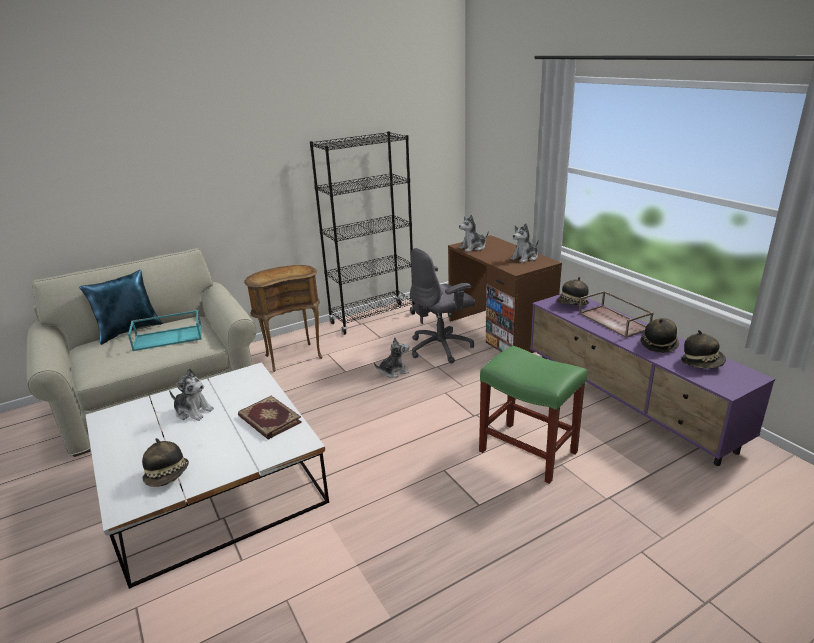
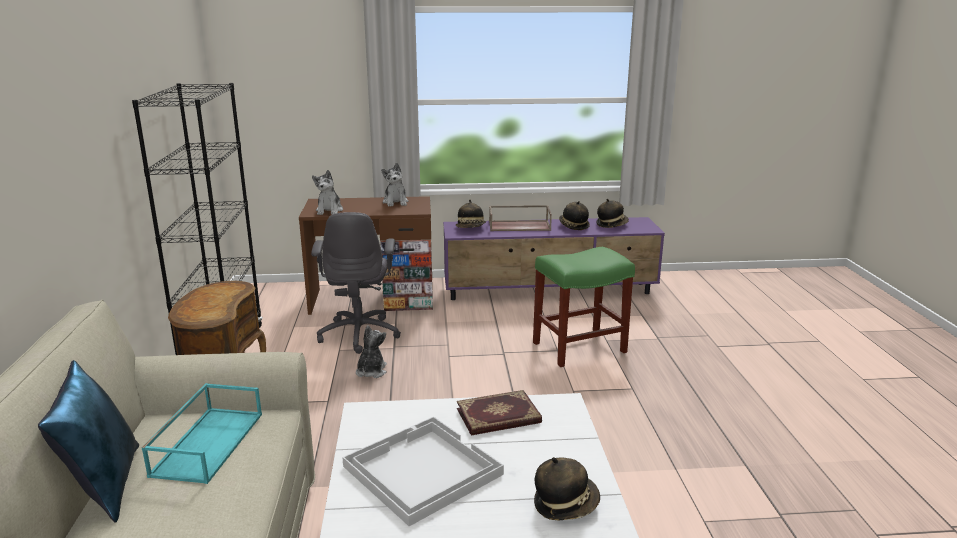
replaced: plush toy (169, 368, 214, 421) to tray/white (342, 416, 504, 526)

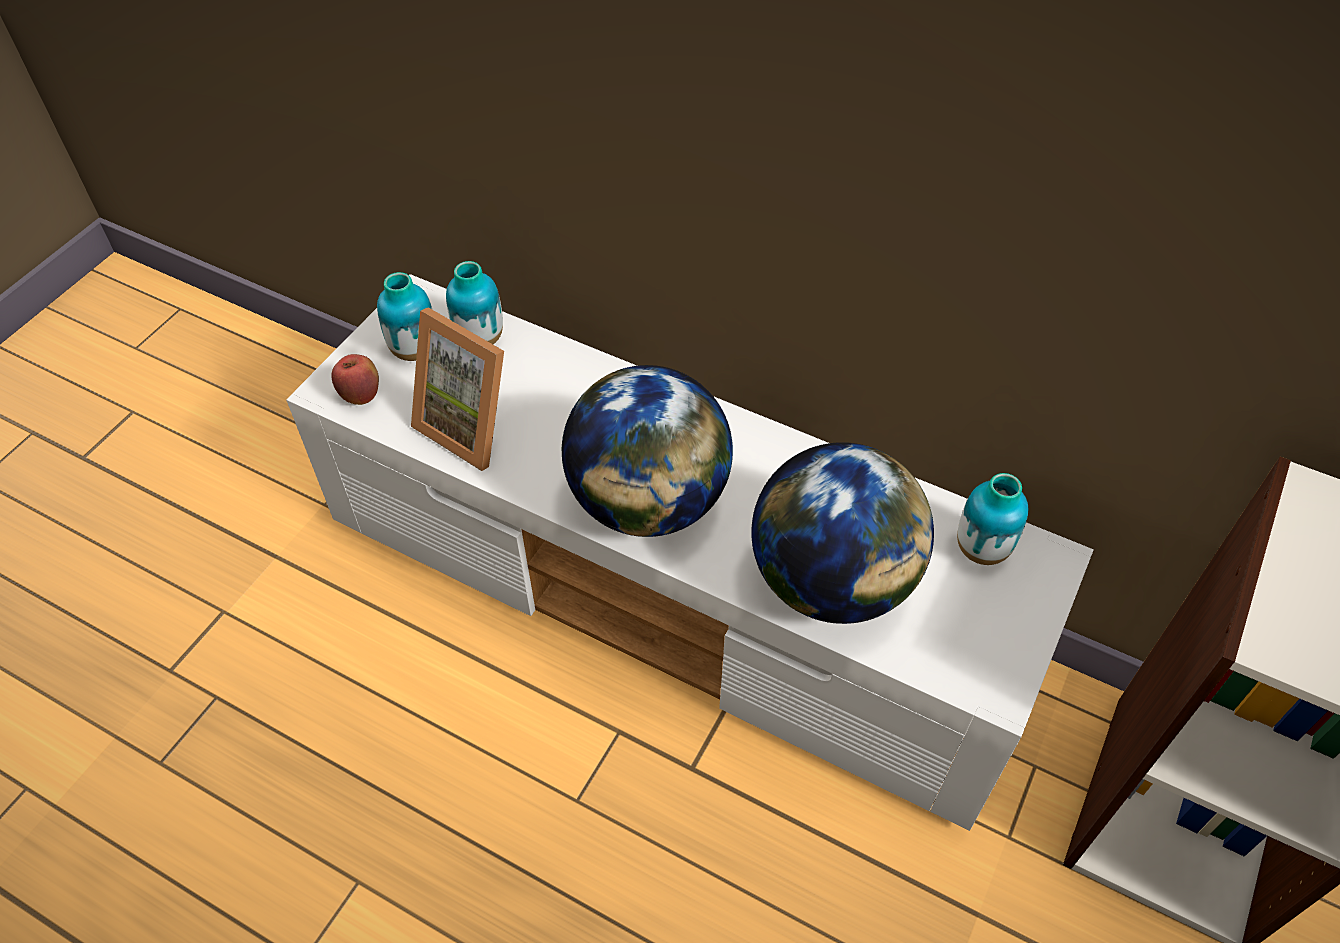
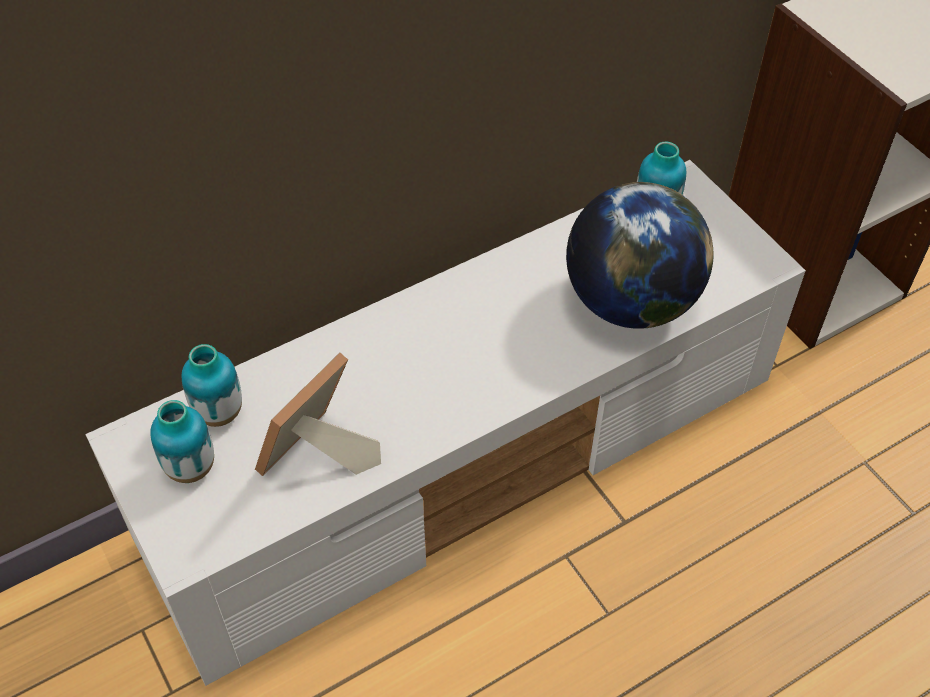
removed: apple (331, 354, 379, 405); globe (562, 365, 733, 537)
turned: picture frame (411, 307, 504, 471) = (255, 353, 381, 476) 150 degrees clockwise

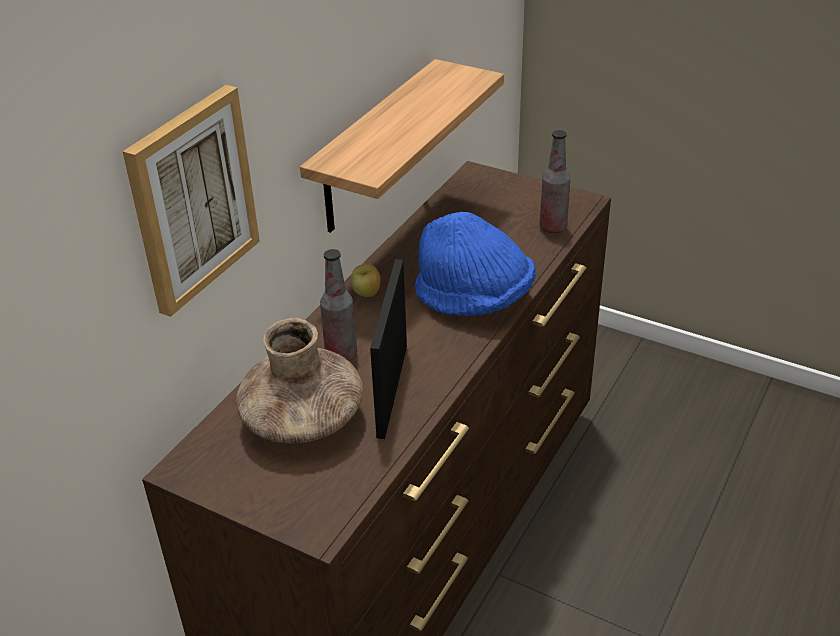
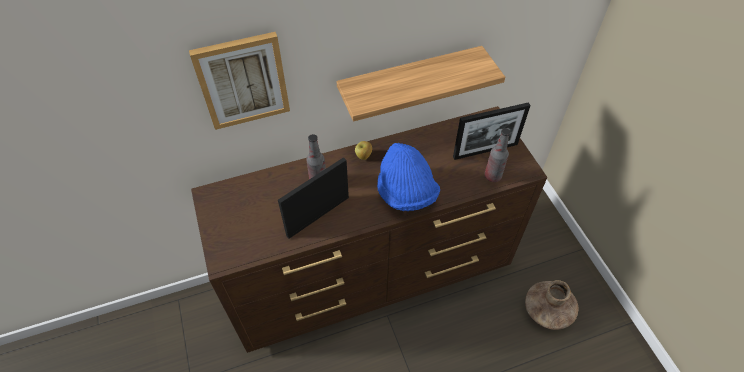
added: picture frame (453, 102, 530, 160)
moved: vase/brown (237, 318, 363, 443) to (525, 280, 579, 330)

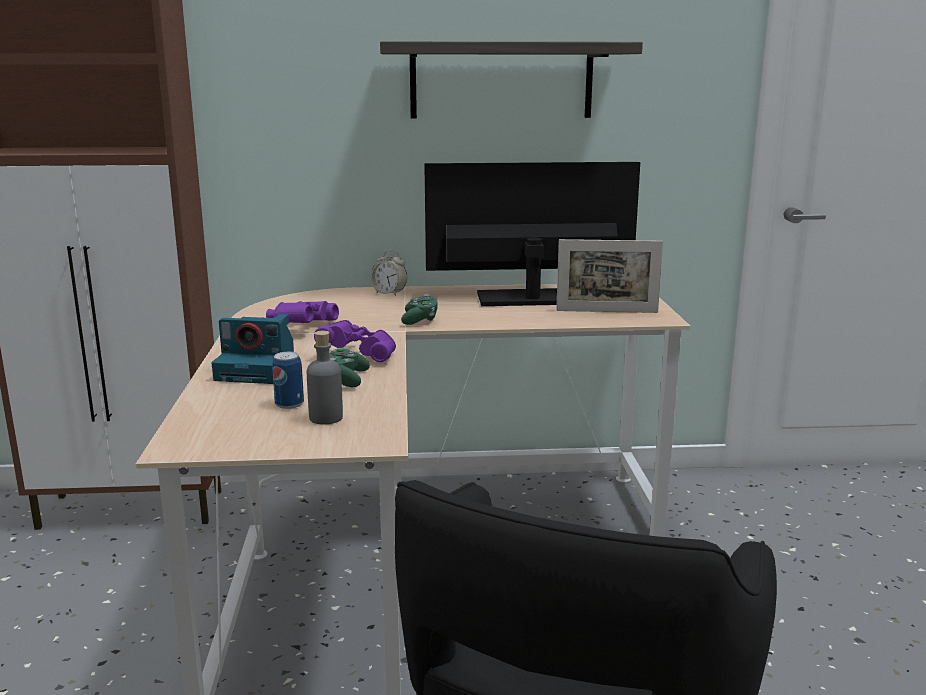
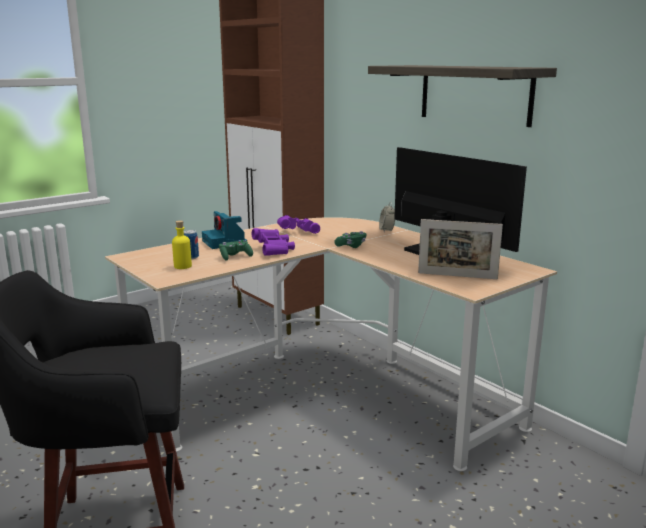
recoloured: bottle/grey (307, 331, 343, 424) to bottle/yellow (172, 220, 192, 269)
turned: picture frame (556, 239, 663, 313) = (418, 219, 503, 279) 45 degrees counterclockwise

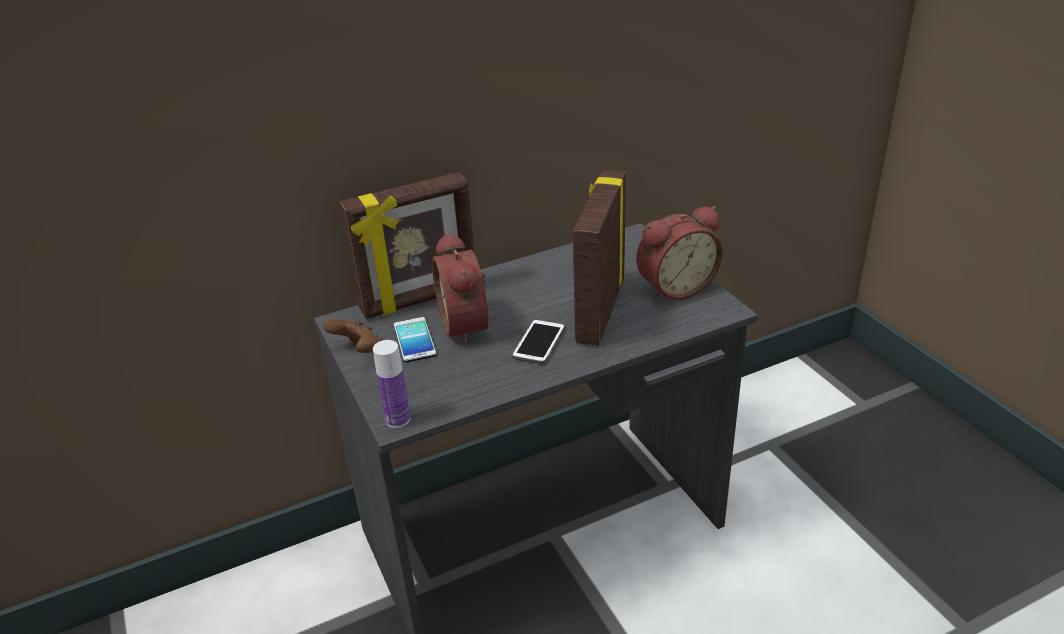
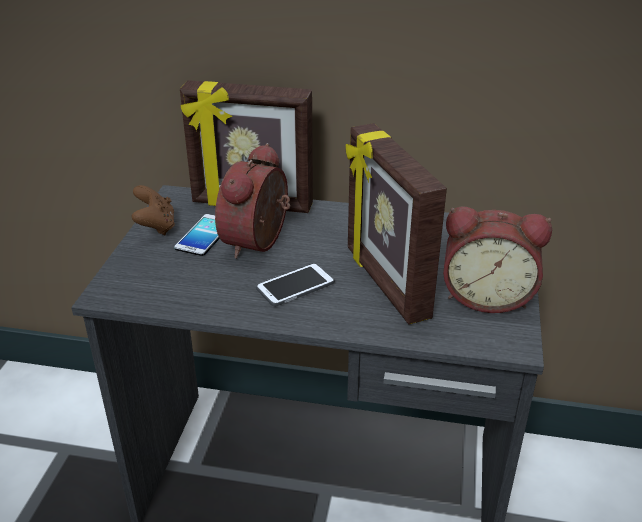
removed: bottle (373, 340, 411, 428)
turned: picture frame (573, 170, 626, 346) = (346, 123, 447, 325) 75 degrees counterclockwise

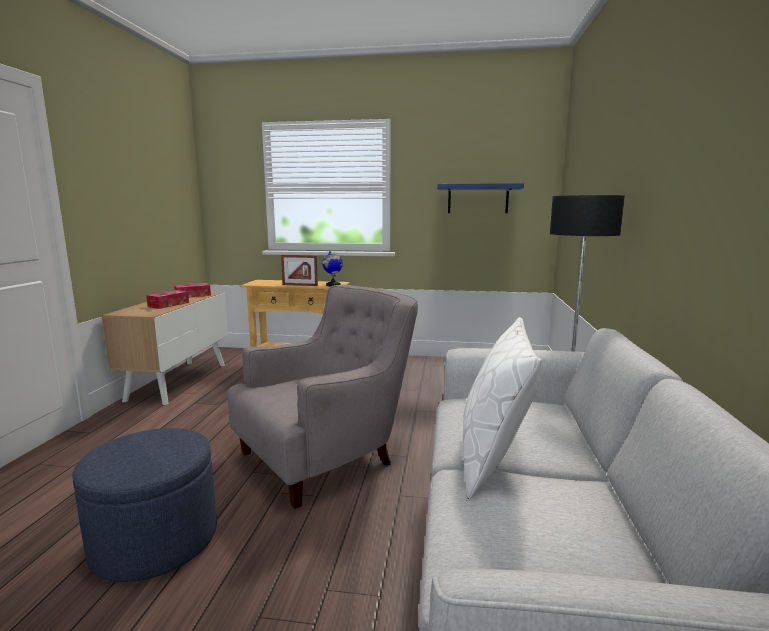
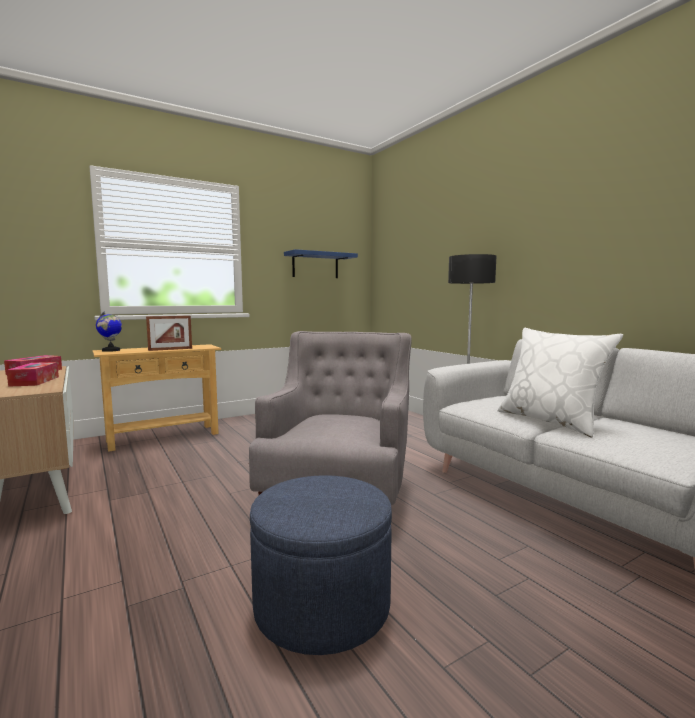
moved: globe (322, 250, 343, 286) to (96, 311, 122, 352)

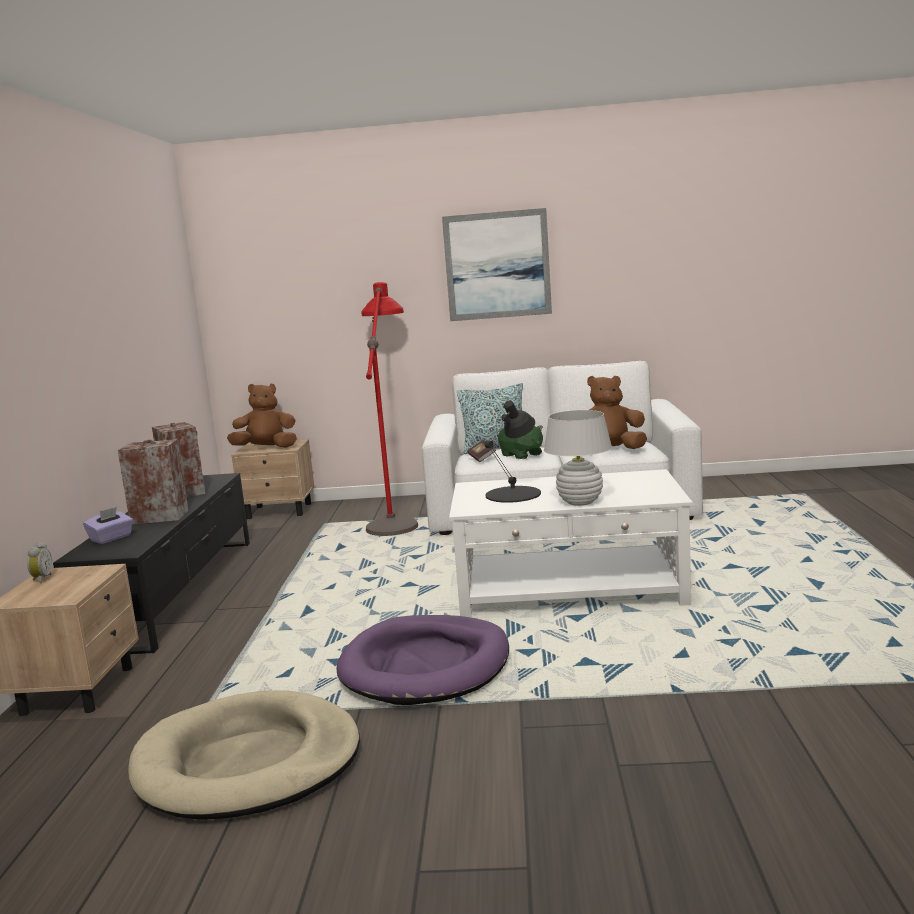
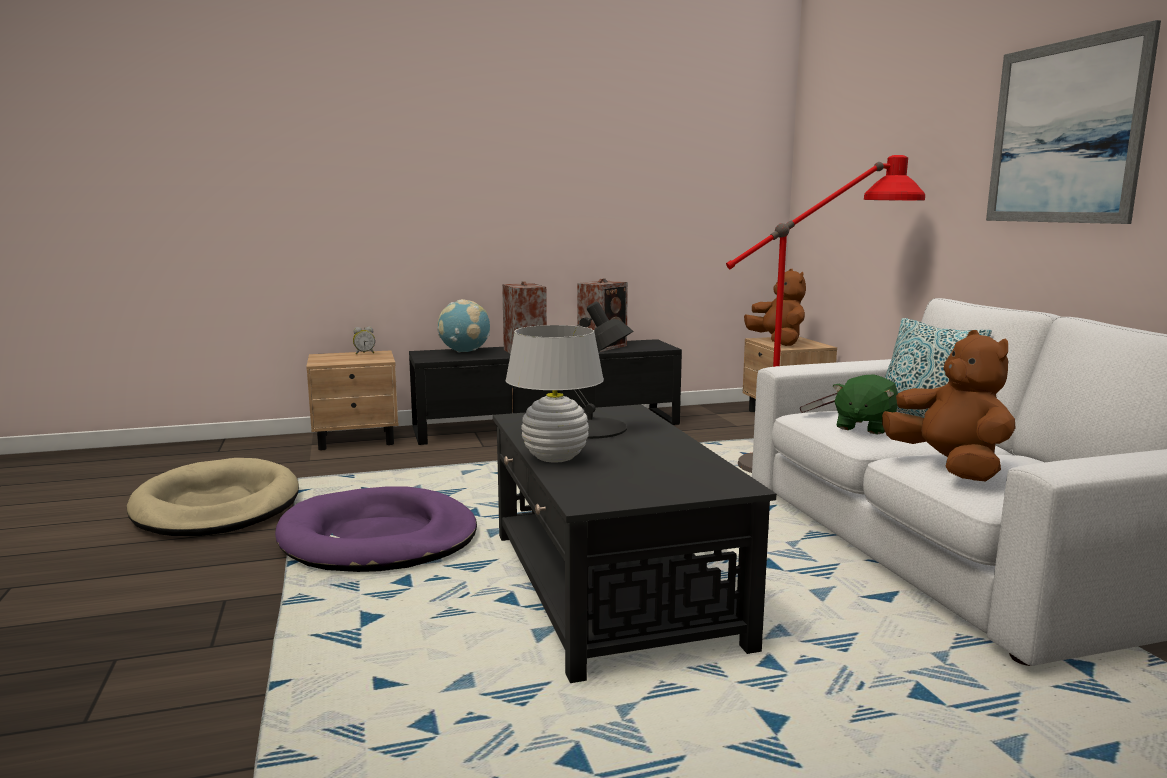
replaced: tissue box/purple (83, 507, 133, 544) to globe (437, 299, 490, 353)
recoloured: coffee table/white (449, 469, 693, 617) to coffee table/black (493, 404, 776, 683)

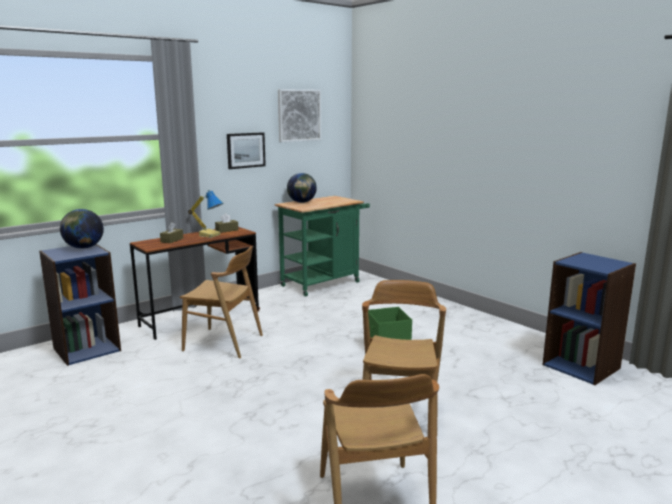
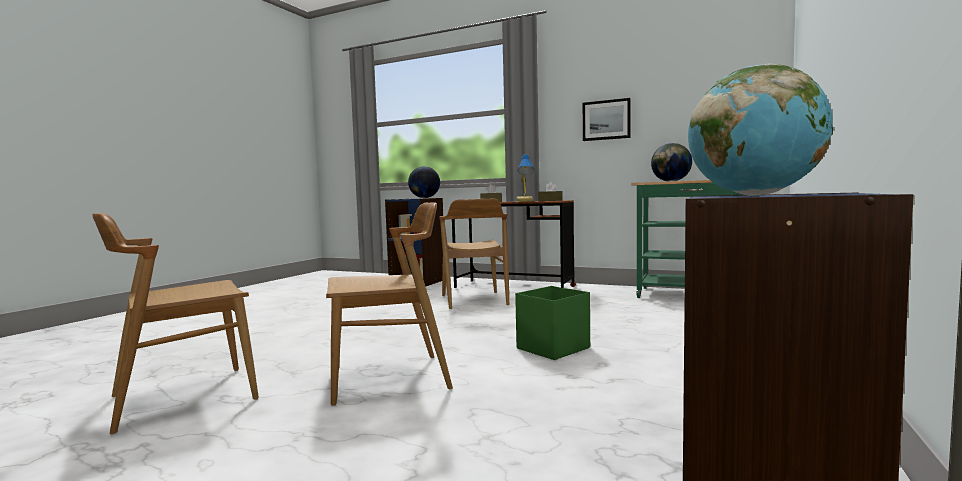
removed: picture (278, 89, 321, 142)
added: globe (688, 64, 833, 196)

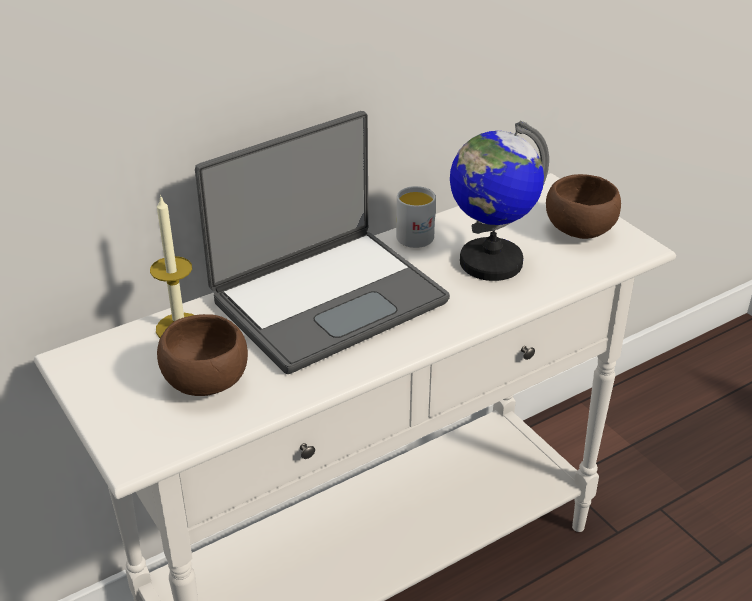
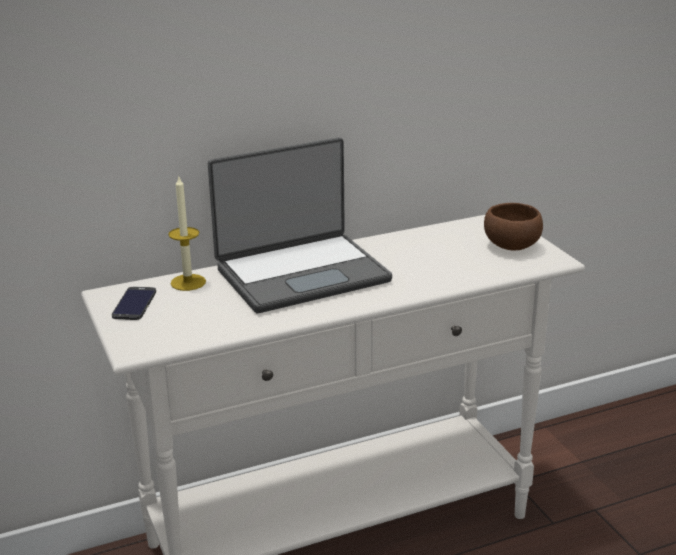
removed: globe (450, 121, 549, 281); mug/white (396, 186, 436, 248); bowl/brown (157, 314, 248, 396)
added: phone (112, 287, 156, 320)

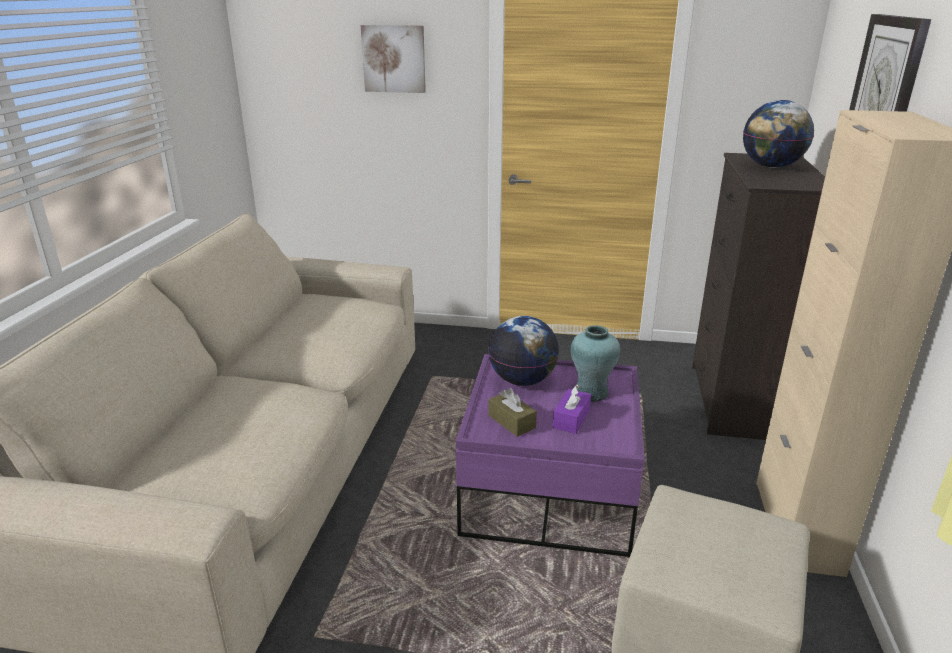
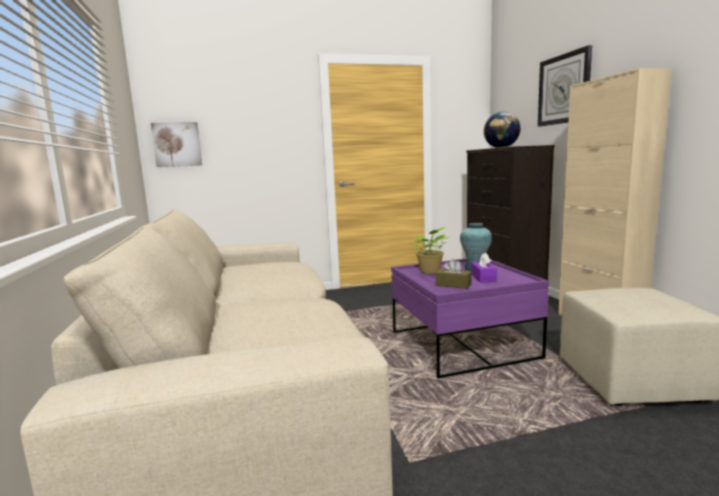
moved: picture (361, 25, 426, 93) to (151, 122, 202, 167)
replaced: globe (488, 316, 559, 386) to potted plant (412, 227, 449, 274)

